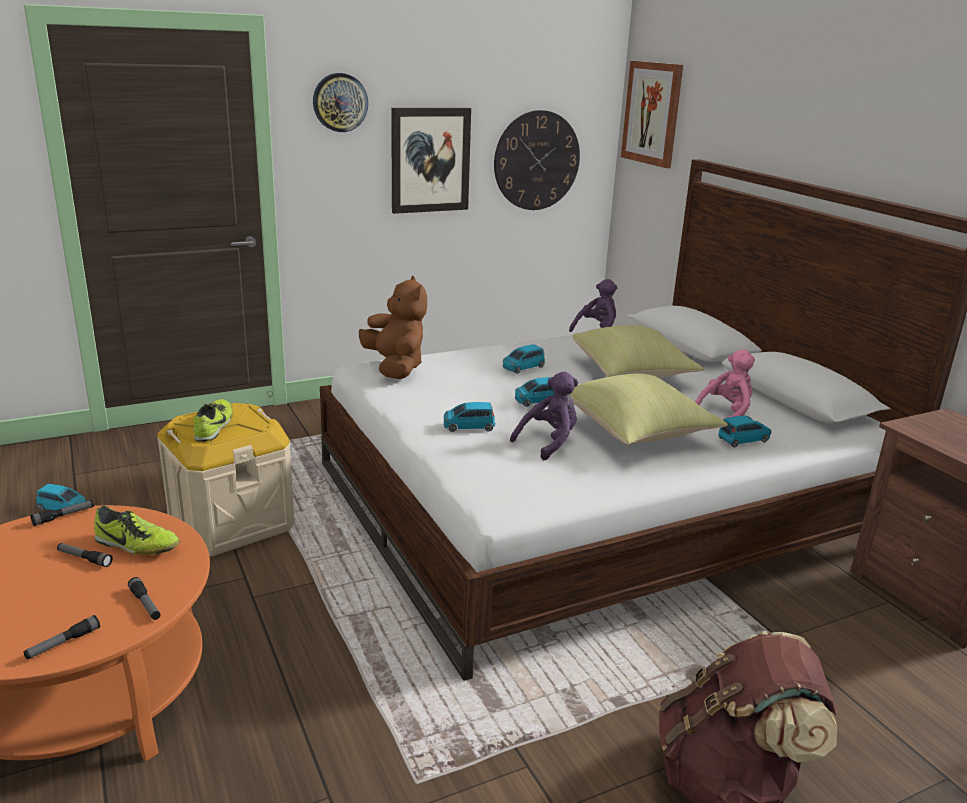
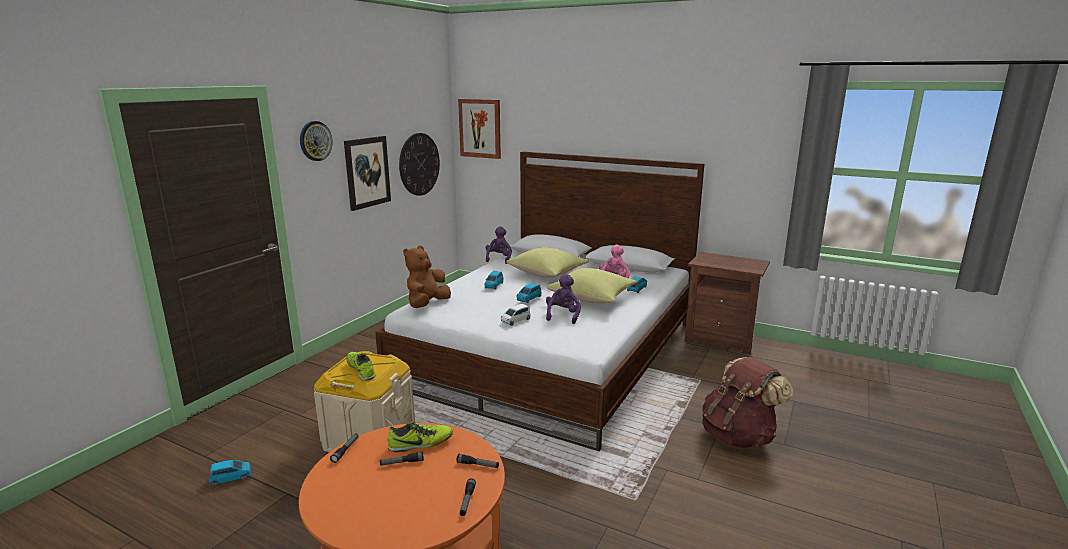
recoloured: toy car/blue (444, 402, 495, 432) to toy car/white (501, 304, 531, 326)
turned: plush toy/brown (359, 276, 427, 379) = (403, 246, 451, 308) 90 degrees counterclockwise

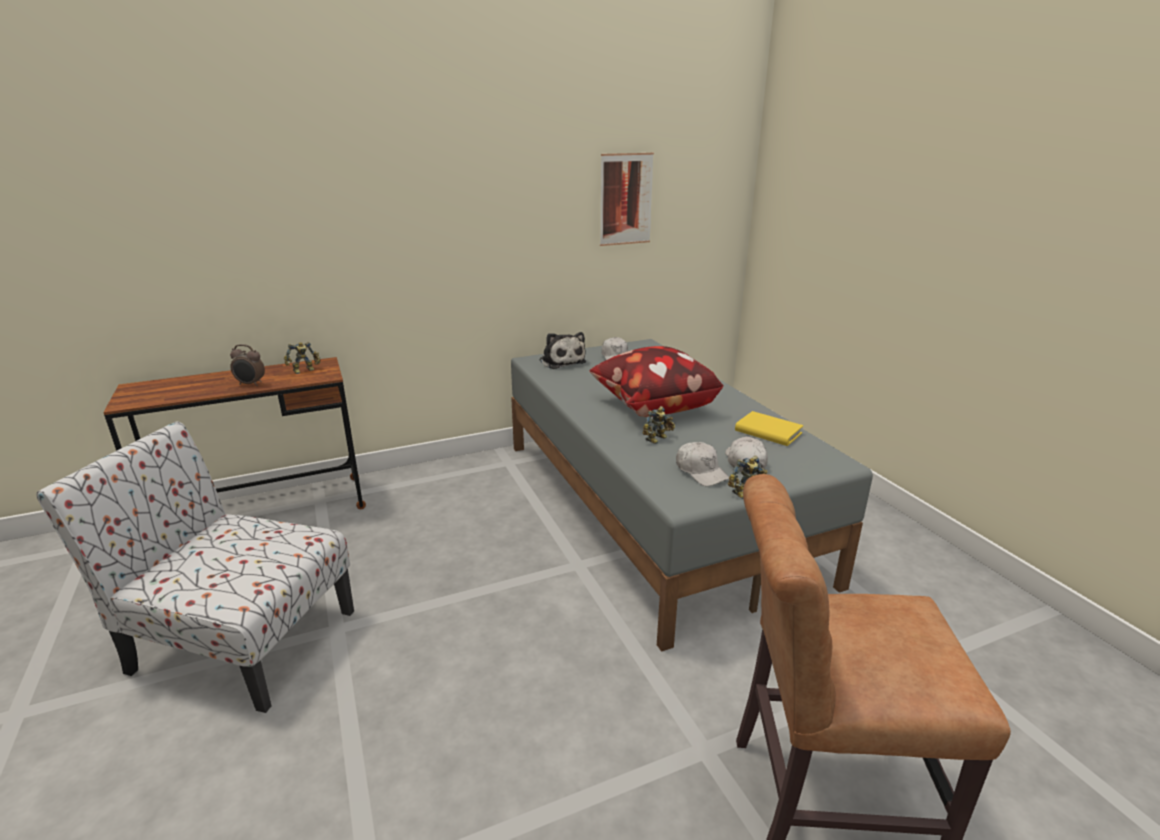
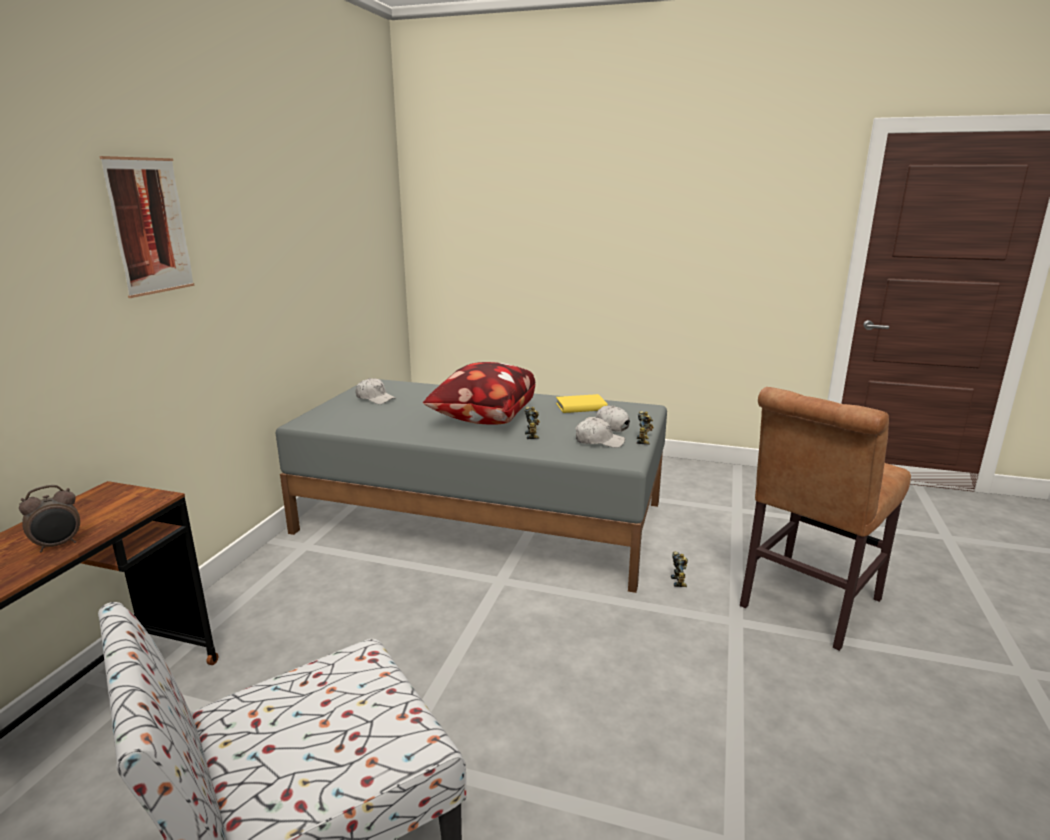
removed: plush toy (539, 332, 586, 369)
moved: picture (600, 153, 654, 246) to (100, 156, 194, 298); toy robot (284, 342, 321, 374) to (671, 551, 688, 587)

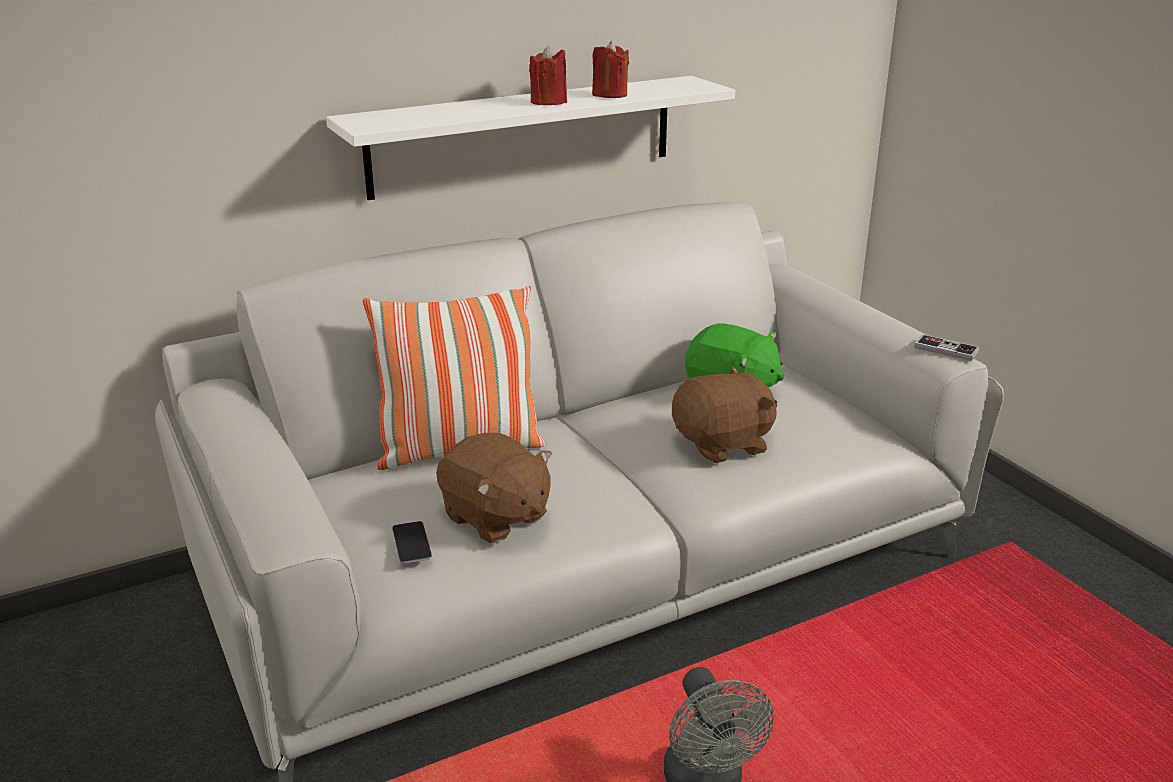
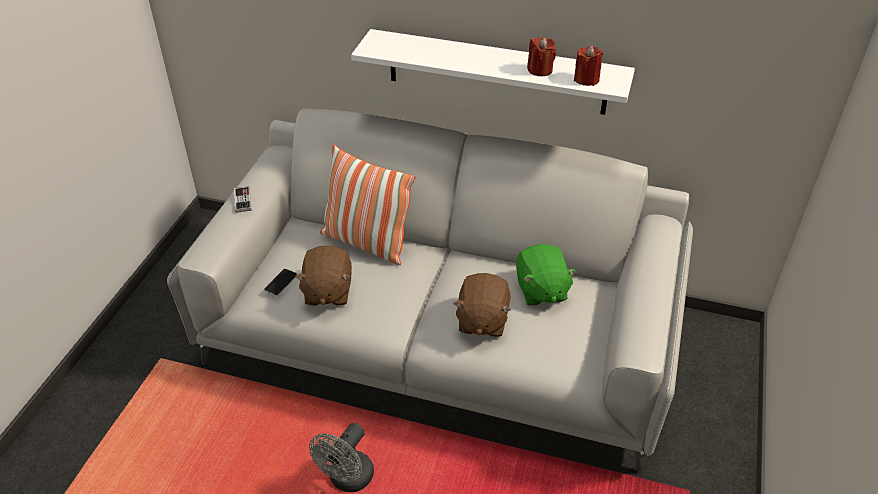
moved: candle/red (529, 46, 567, 105) to (574, 46, 603, 86); game controller (914, 334, 979, 361) to (234, 186, 252, 213)
turned: plush toy/brown (672, 366, 777, 463) = (453, 273, 511, 337) 75 degrees clockwise

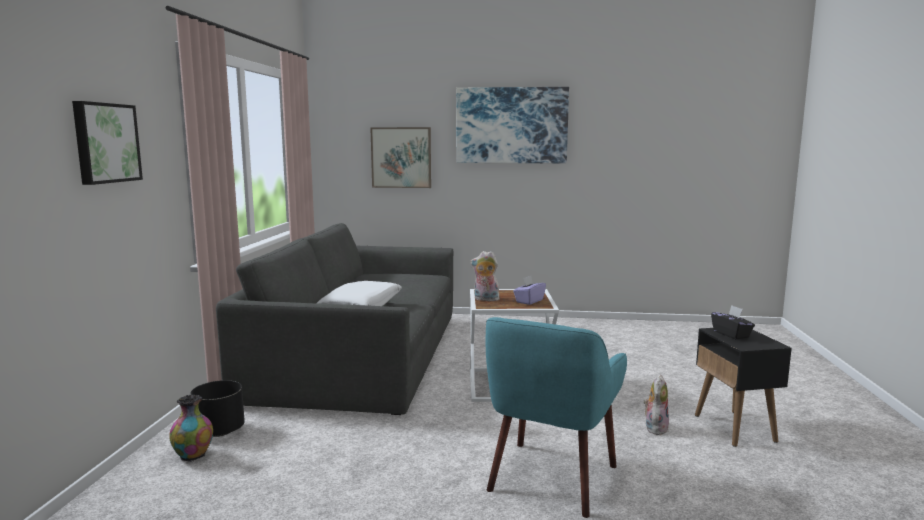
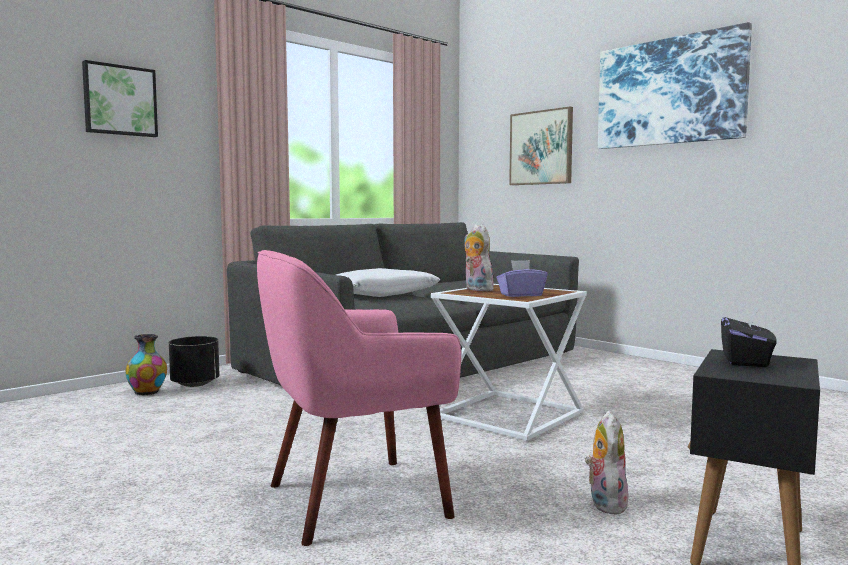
recoloured: armchair/turquoise (486, 317, 627, 518) to armchair/pink (257, 250, 461, 546)
turned: plush toy (644, 375, 669, 435) = (585, 410, 628, 515) 60 degrees counterclockwise

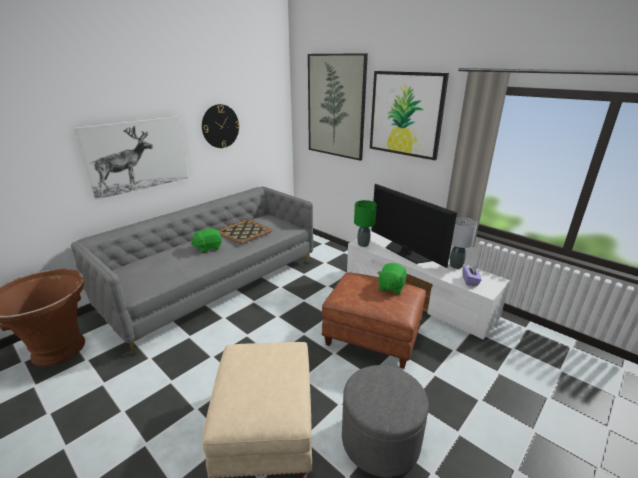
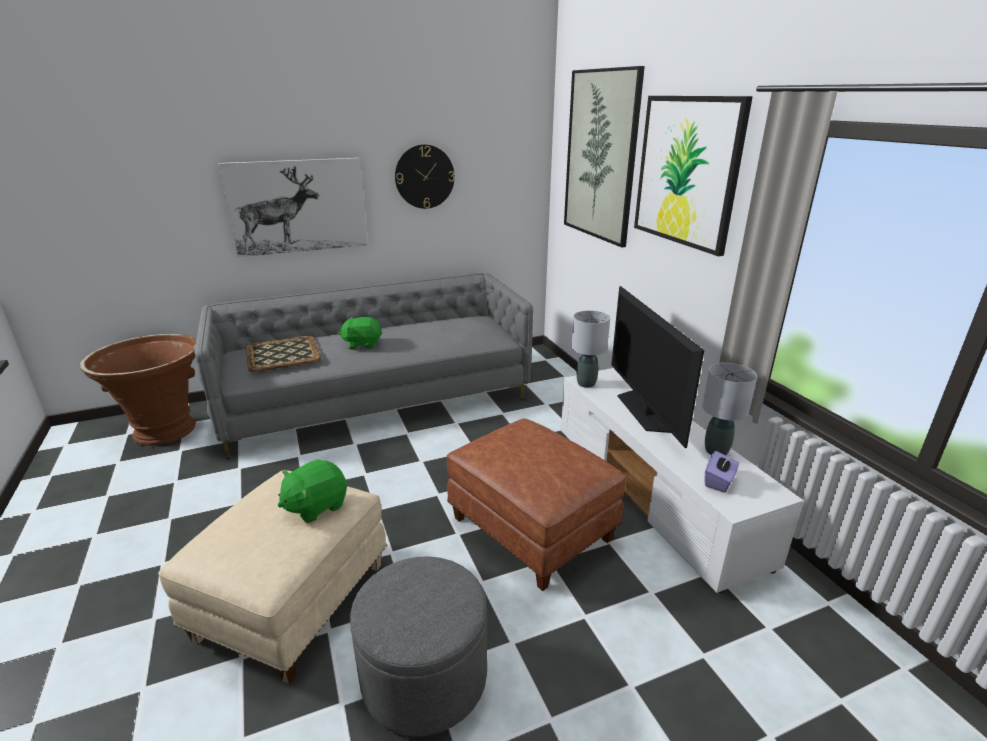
moved: tray (217, 219, 272, 244) to (246, 335, 321, 372); plush toy/green (377, 263, 407, 294) to (278, 459, 347, 523)
recoloured: table lamp/green (354, 200, 377, 247) to table lamp/grey (572, 311, 610, 388)

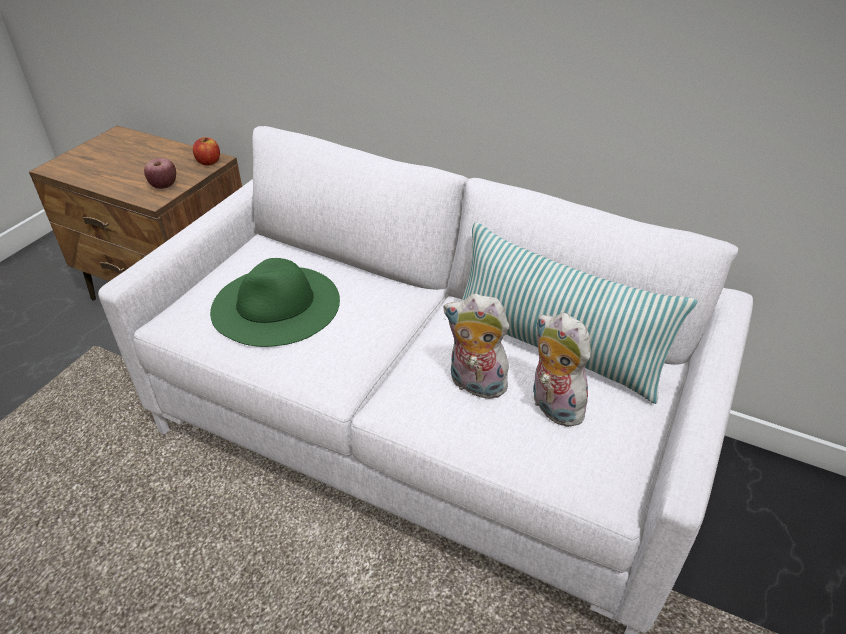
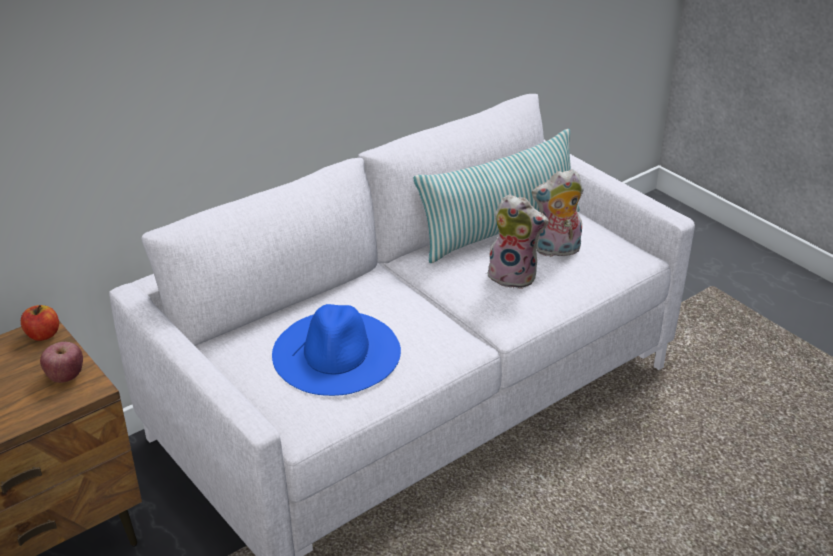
recoloured: hat/green (210, 258, 340, 347) to hat/blue (272, 304, 401, 396)
turned: plush toy (444, 294, 511, 399) = (486, 194, 549, 289) 120 degrees counterclockwise

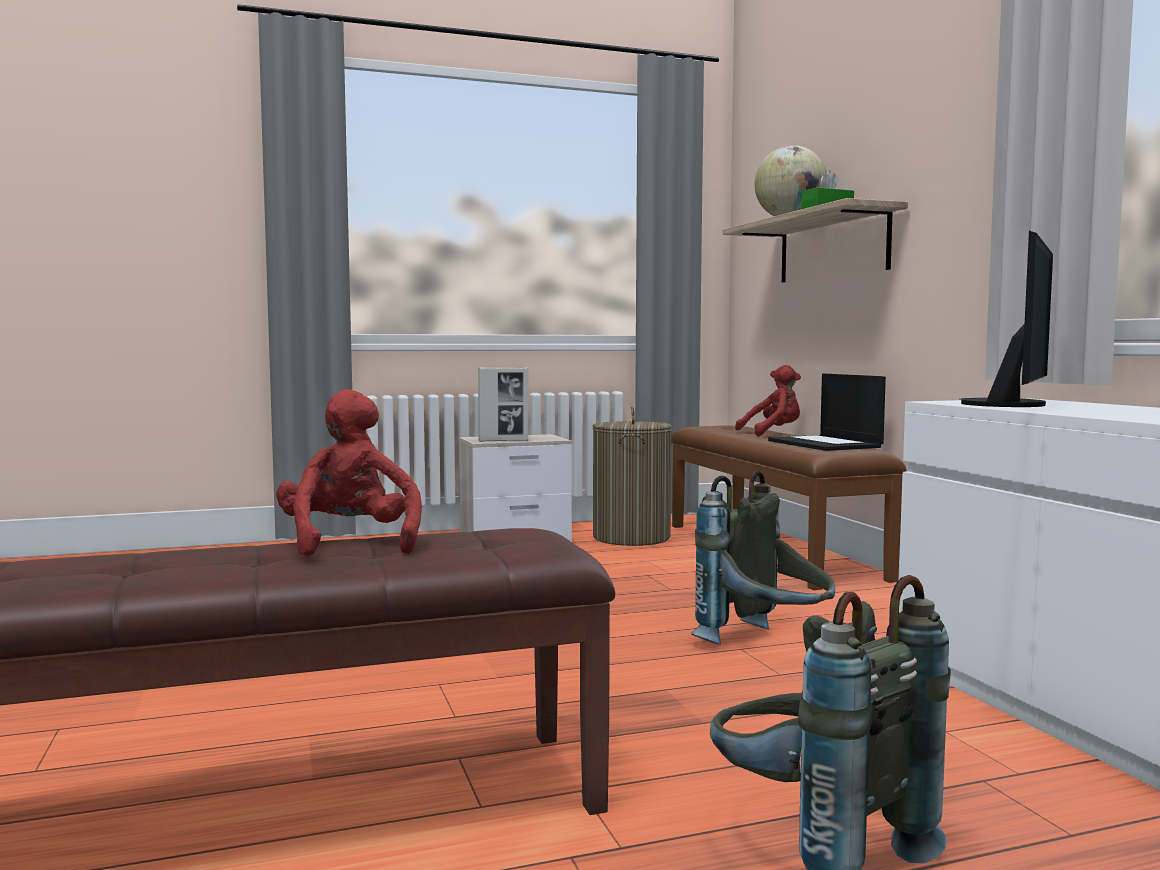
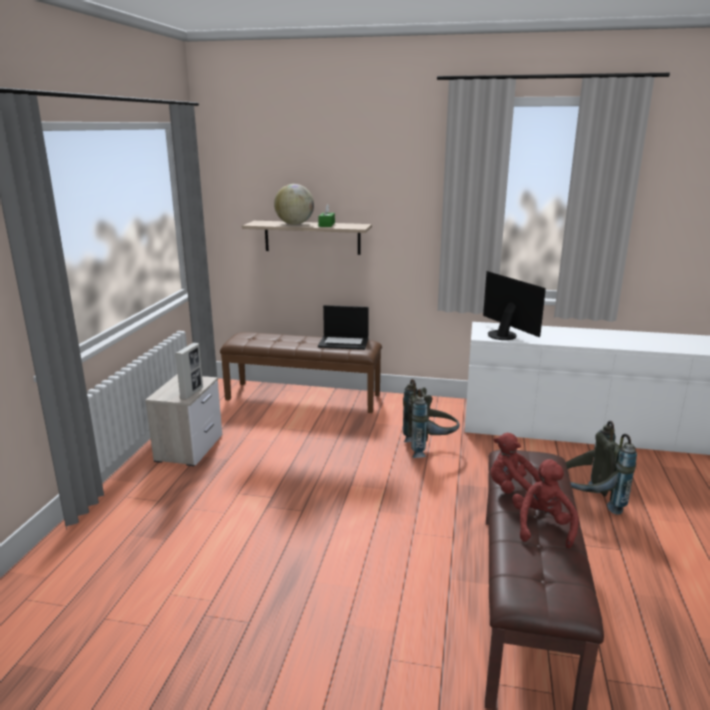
removed: laundry basket (593, 406, 672, 546)
moved: plush toy/red (735, 365, 801, 436) to (512, 459, 579, 549)

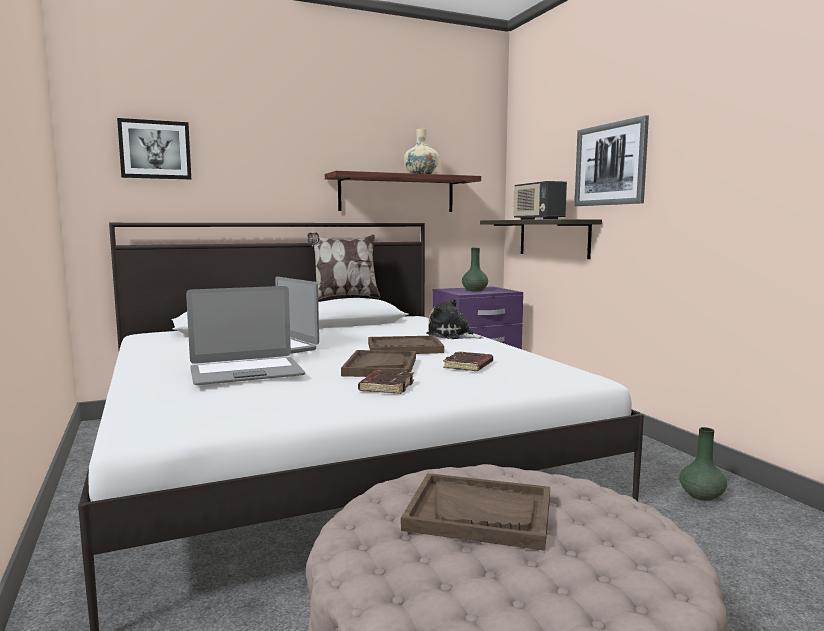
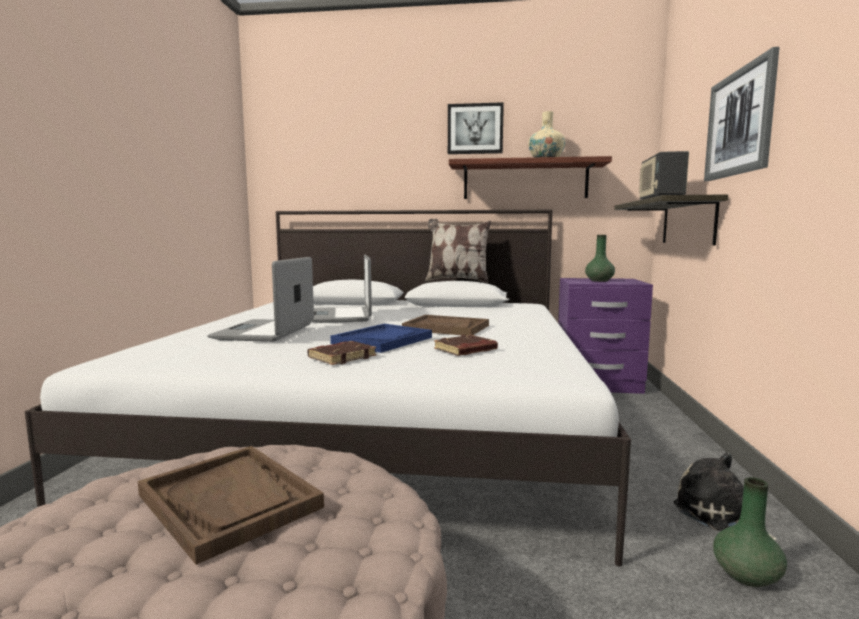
moved: picture (117, 118, 191, 180) to (448, 102, 504, 154); plush toy (426, 299, 484, 339) to (673, 453, 776, 540)
recoloured: tray/brown (341, 350, 416, 377) to tray/blue (330, 324, 432, 353)
turned: laptop (186, 286, 305, 385) = (207, 257, 314, 342) 90 degrees clockwise

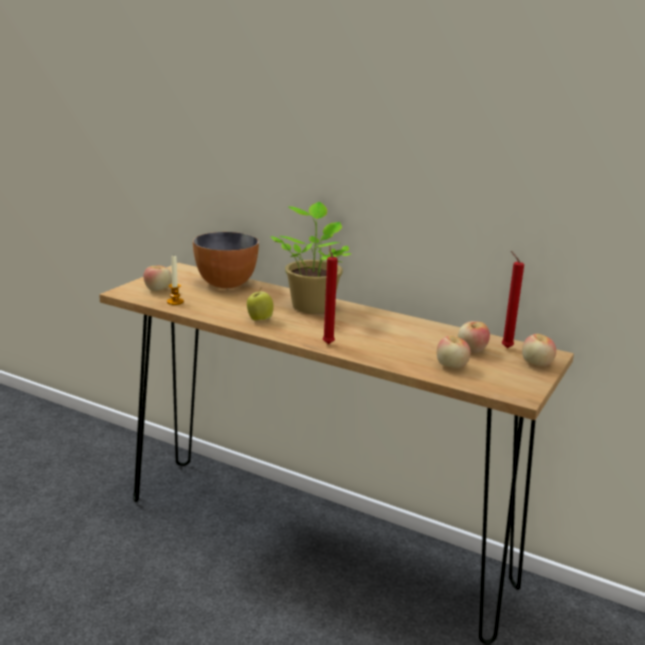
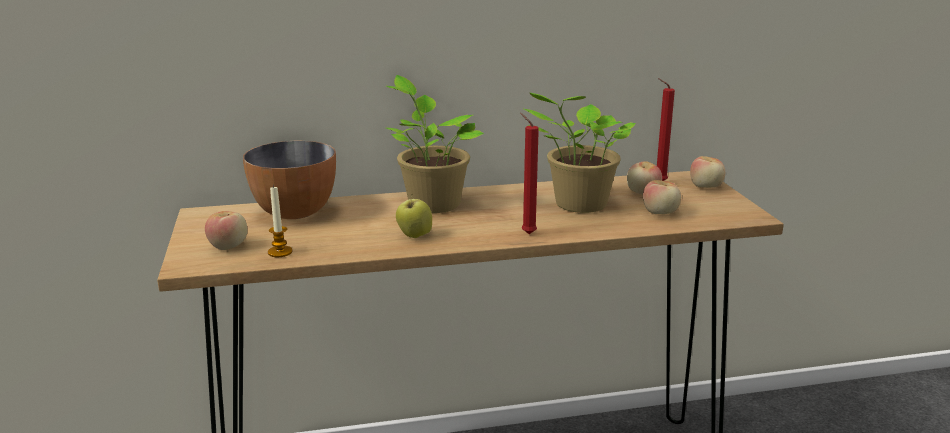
added: potted plant (524, 92, 636, 213)

